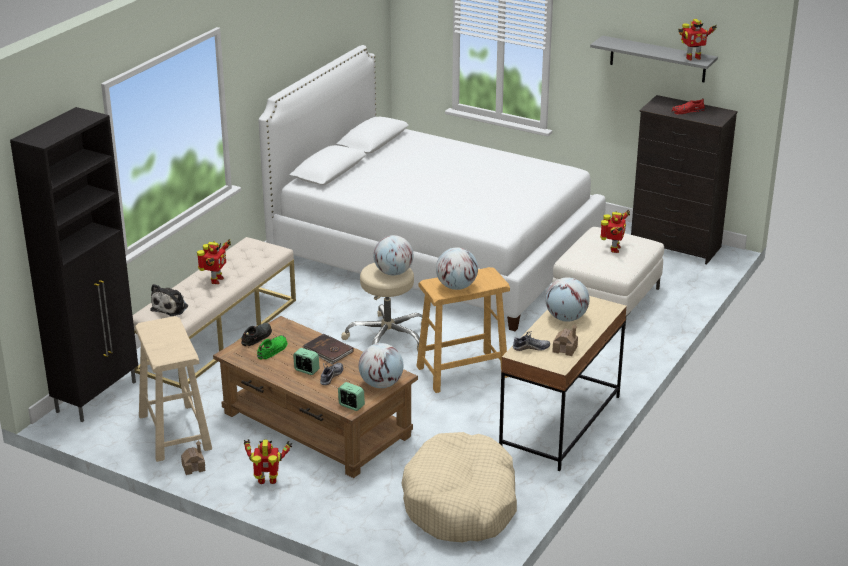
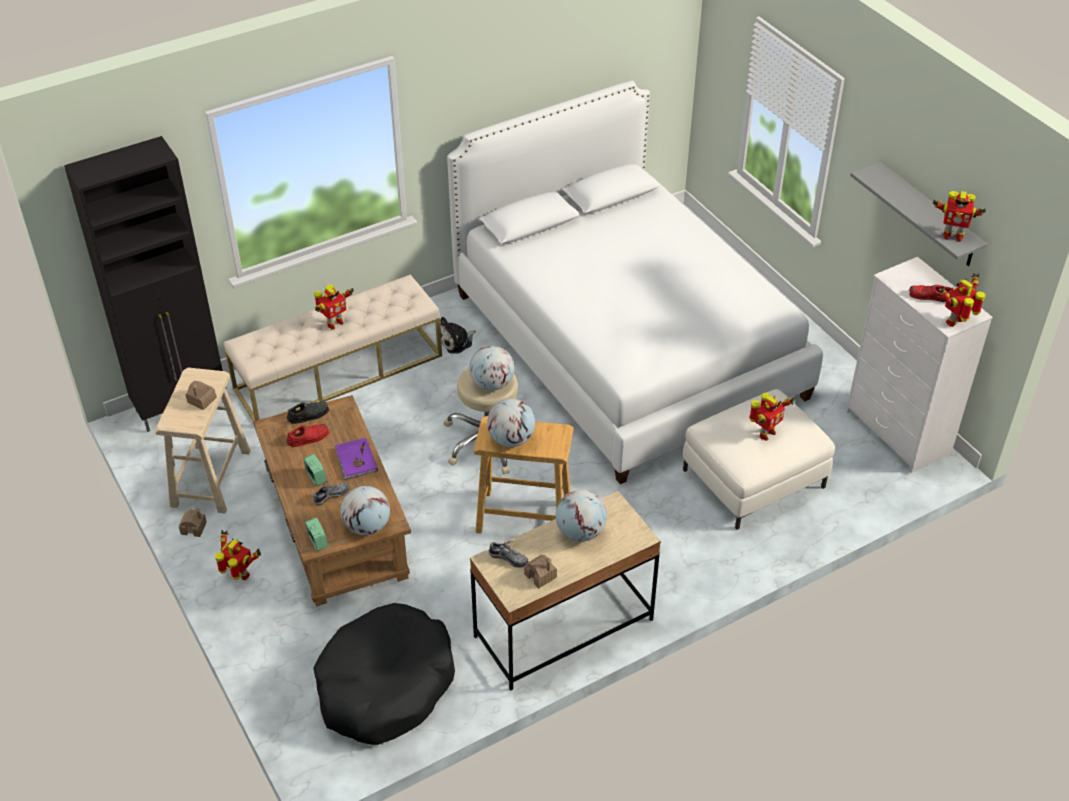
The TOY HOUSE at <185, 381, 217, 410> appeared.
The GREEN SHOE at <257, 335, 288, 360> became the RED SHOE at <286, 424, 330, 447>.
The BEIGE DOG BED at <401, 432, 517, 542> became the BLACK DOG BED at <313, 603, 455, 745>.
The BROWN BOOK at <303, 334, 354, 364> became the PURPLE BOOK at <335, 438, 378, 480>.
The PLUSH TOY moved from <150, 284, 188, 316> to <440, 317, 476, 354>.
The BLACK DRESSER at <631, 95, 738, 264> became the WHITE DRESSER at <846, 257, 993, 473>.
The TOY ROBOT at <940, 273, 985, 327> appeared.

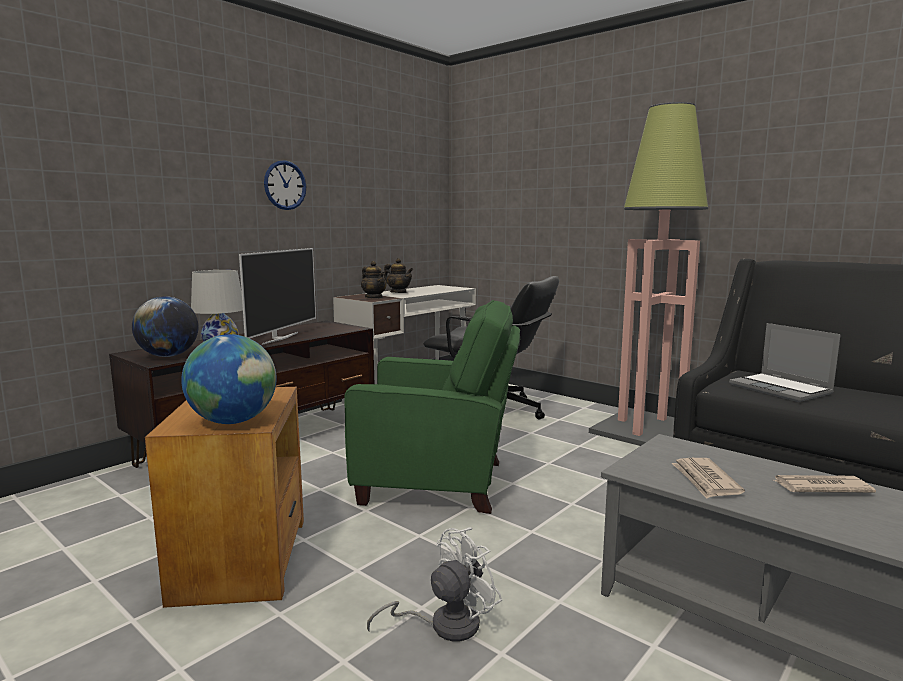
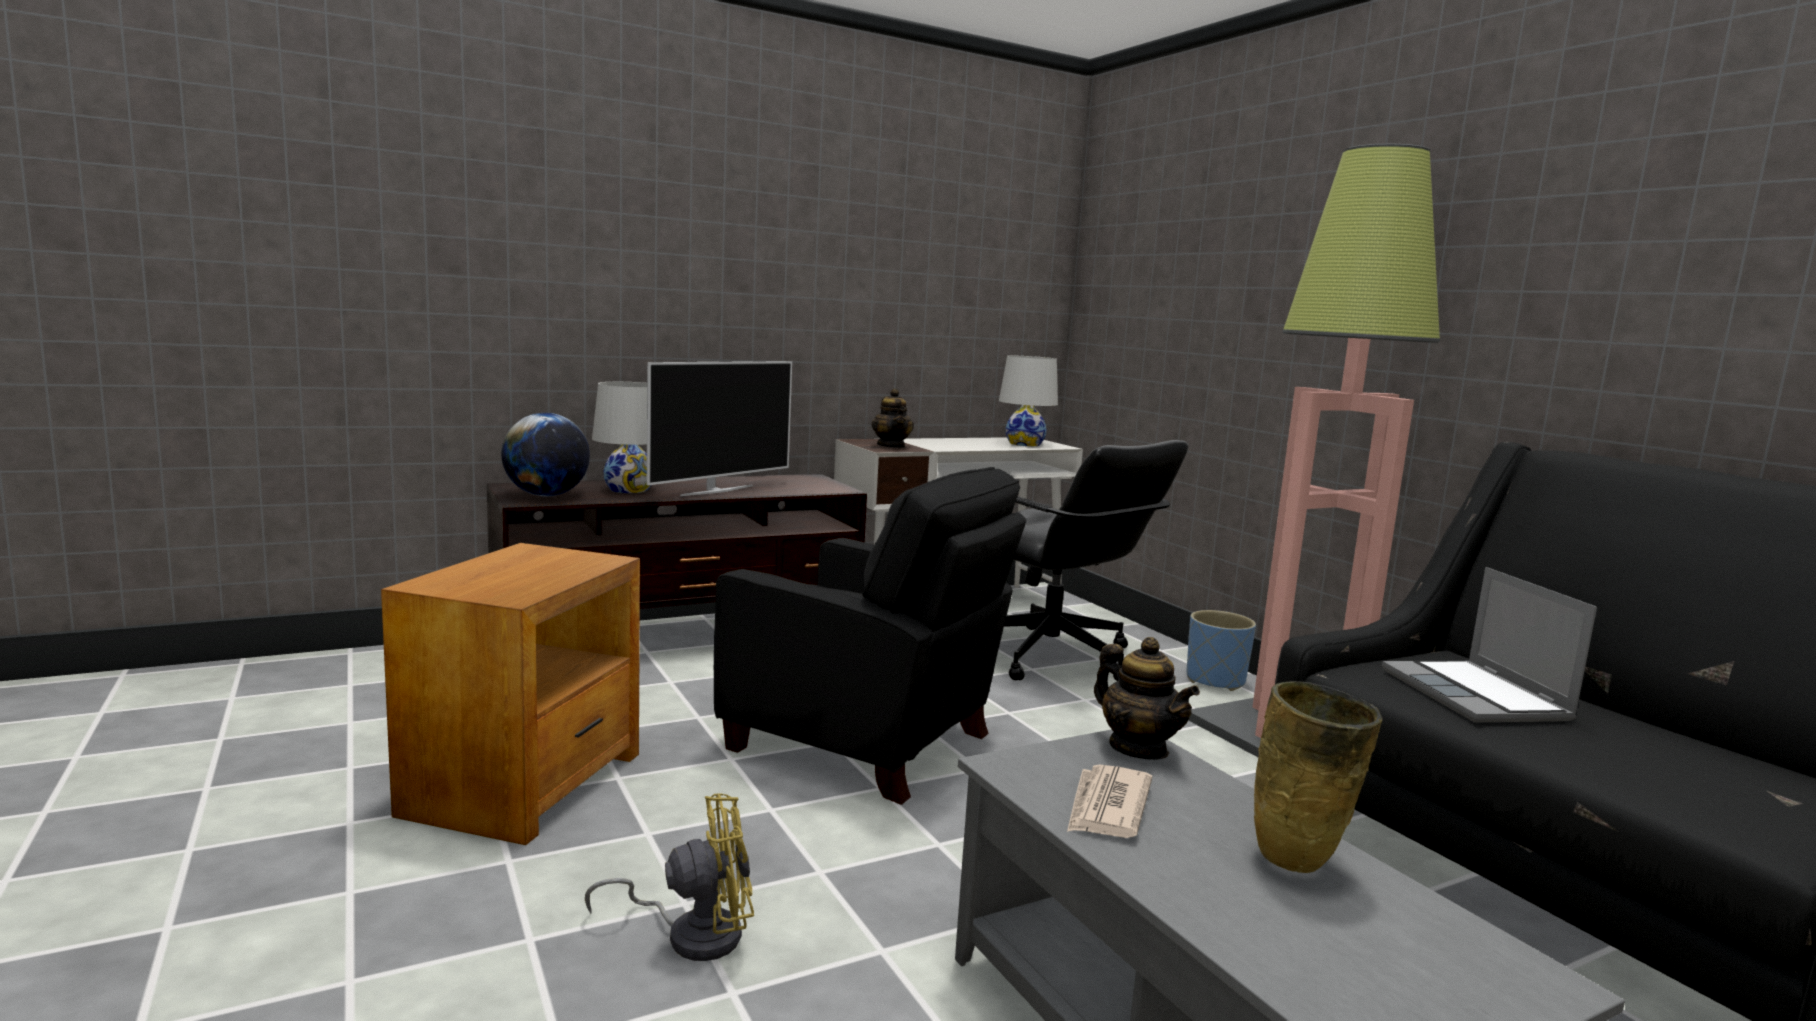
The WHITE FAN at <367, 527, 502, 641> became the YELLOW FAN at <585, 793, 754, 961>.
The GREEN ARMCHAIR at <344, 300, 520, 514> became the BLACK ARMCHAIR at <714, 467, 1026, 805>.
The WHITE TABLE LAMP at <999, 355, 1058, 446> appeared.
The TEAPOT moved from <384, 258, 413, 293> to <1094, 637, 1200, 760>.
The BLUE PLANTER at <1186, 610, 1256, 691> appeared.
The NEWSPAPER at <774, 475, 876, 493> was replaced by the BEIGE VASE at <1254, 681, 1383, 873>.
The GLOBE at <181, 334, 277, 424> disappeared.
The WALL CLOCK at <264, 160, 306, 210> disappeared.

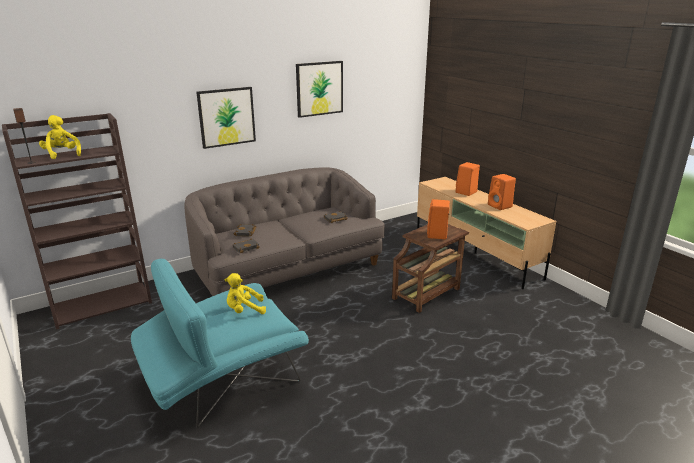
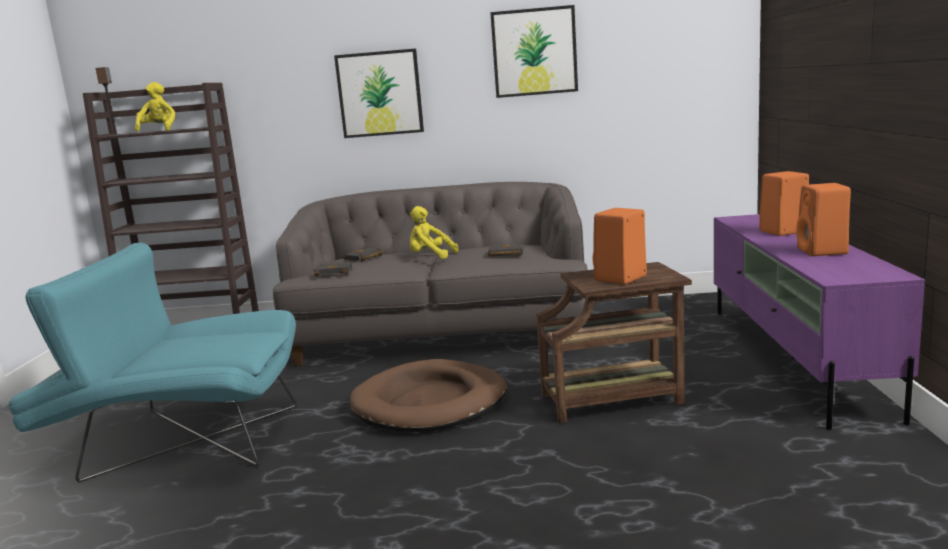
The BROWN DOG BED at <350, 359, 507, 432> appeared.
The YELLOW PLUSH TOY moved from <225, 273, 266, 314> to <410, 206, 458, 259>.
The BEIGE TV STAND at <417, 177, 556, 289> became the PURPLE TV STAND at <714, 214, 925, 430>.

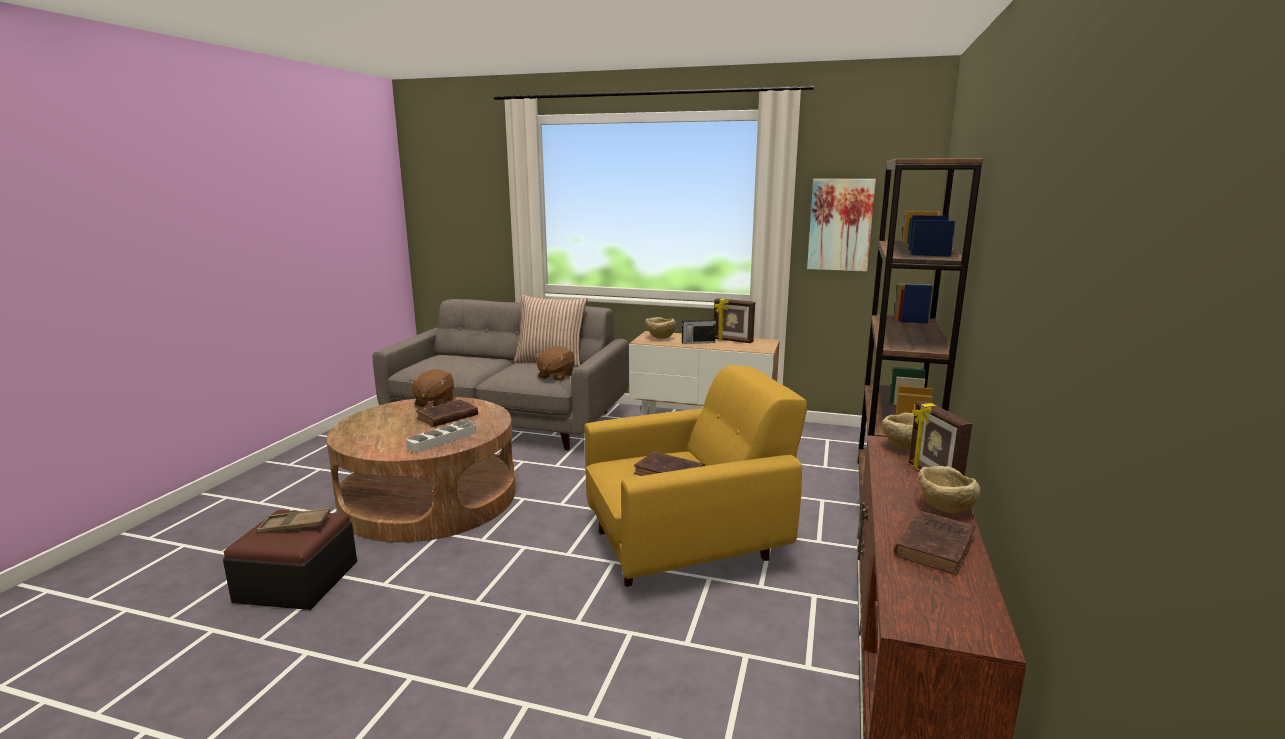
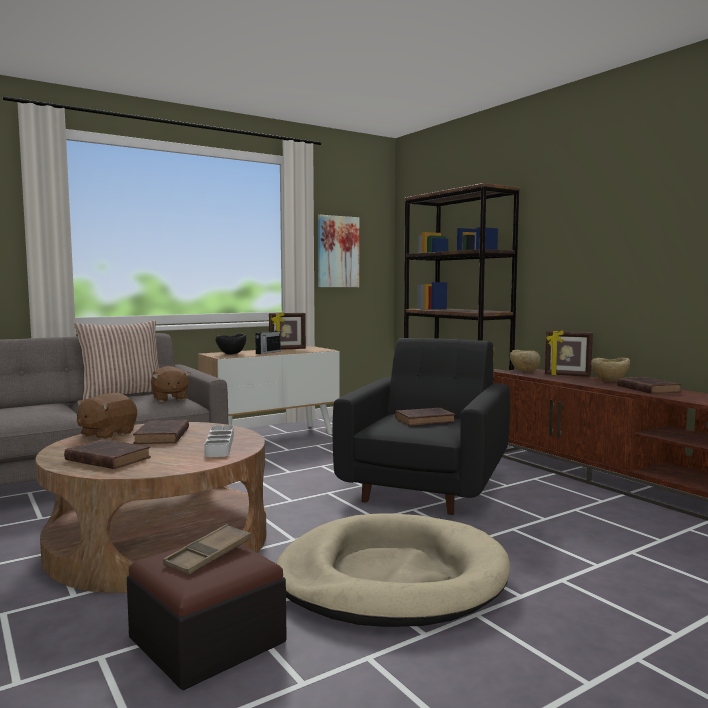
The BROWN BOOK at <64, 439, 151, 469> appeared.
The BROWN PLUSH TOY at <409, 369, 454, 407> turned 75 degrees clockwise.
The BEIGE BOWL at <645, 317, 676, 339> became the BLACK BOWL at <216, 334, 246, 355>.
The BEIGE DOG BED at <276, 513, 510, 627> appeared.
The YELLOW ARMCHAIR at <585, 365, 807, 587> became the BLACK ARMCHAIR at <332, 338, 510, 515>.

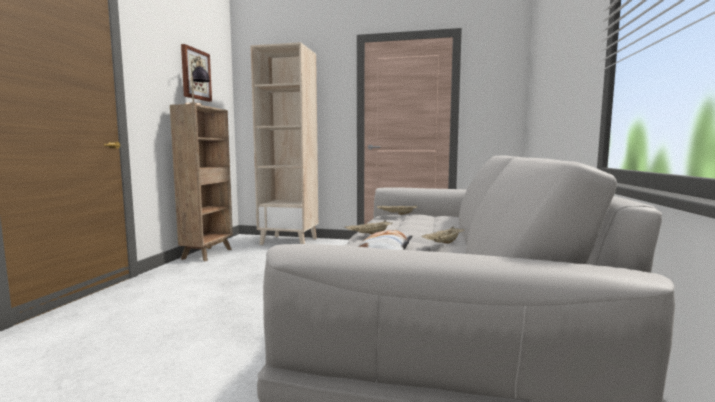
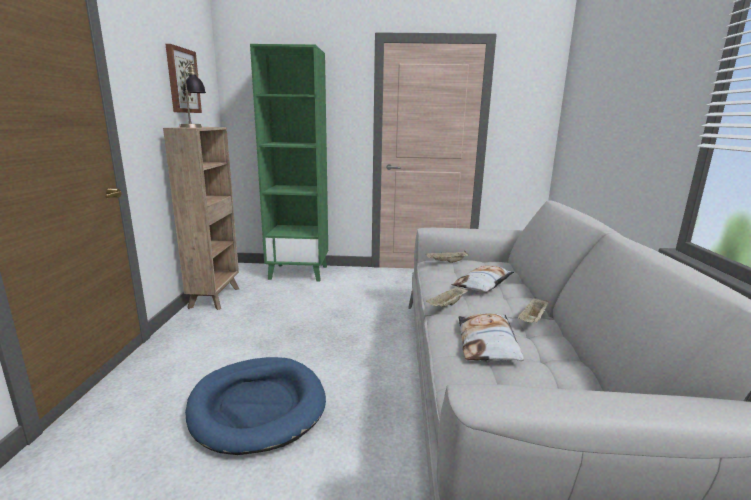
The BLUE DOG BED at <185, 357, 326, 455> appeared.
The BEIGE BOOKCASE at <250, 42, 318, 245> became the GREEN BOOKCASE at <250, 44, 328, 282>.
The PILLOW at <452, 265, 514, 292> appeared.

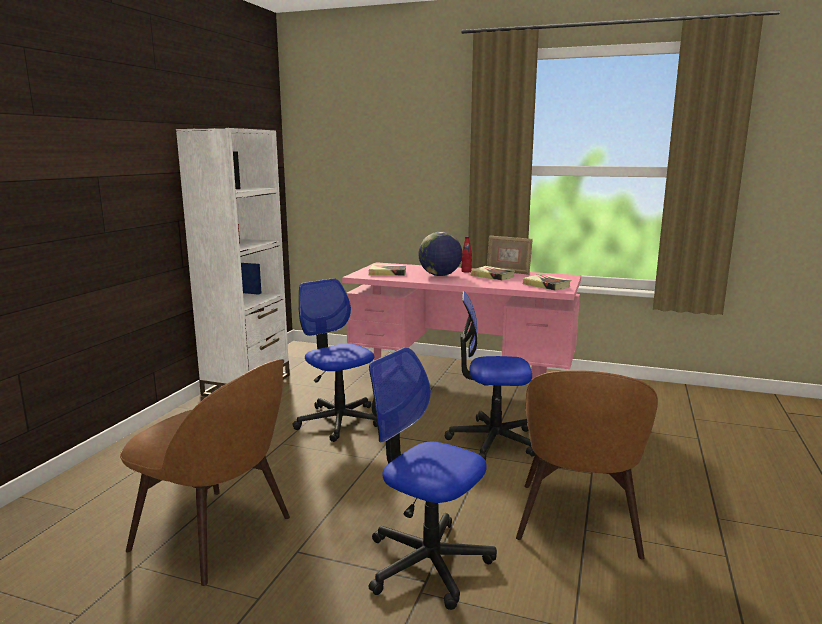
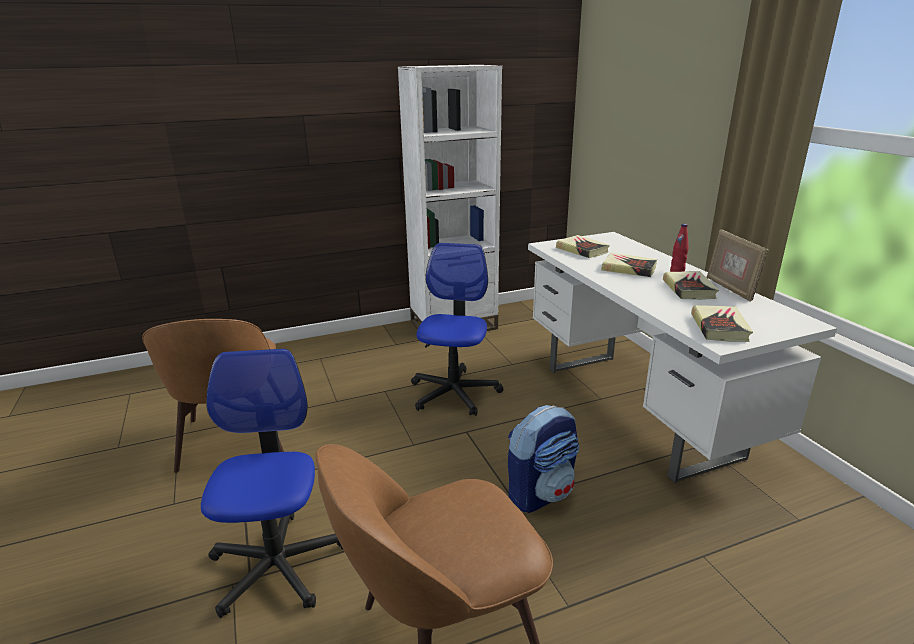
The OFFICE CHAIR at <445, 291, 535, 461> was replaced by the BACKPACK at <508, 405, 579, 513>.
The PINK DESK at <342, 262, 581, 379> became the WHITE DESK at <528, 232, 837, 483>.
The GLOBE at <418, 232, 462, 276> was replaced by the BOOK at <601, 253, 657, 277>.

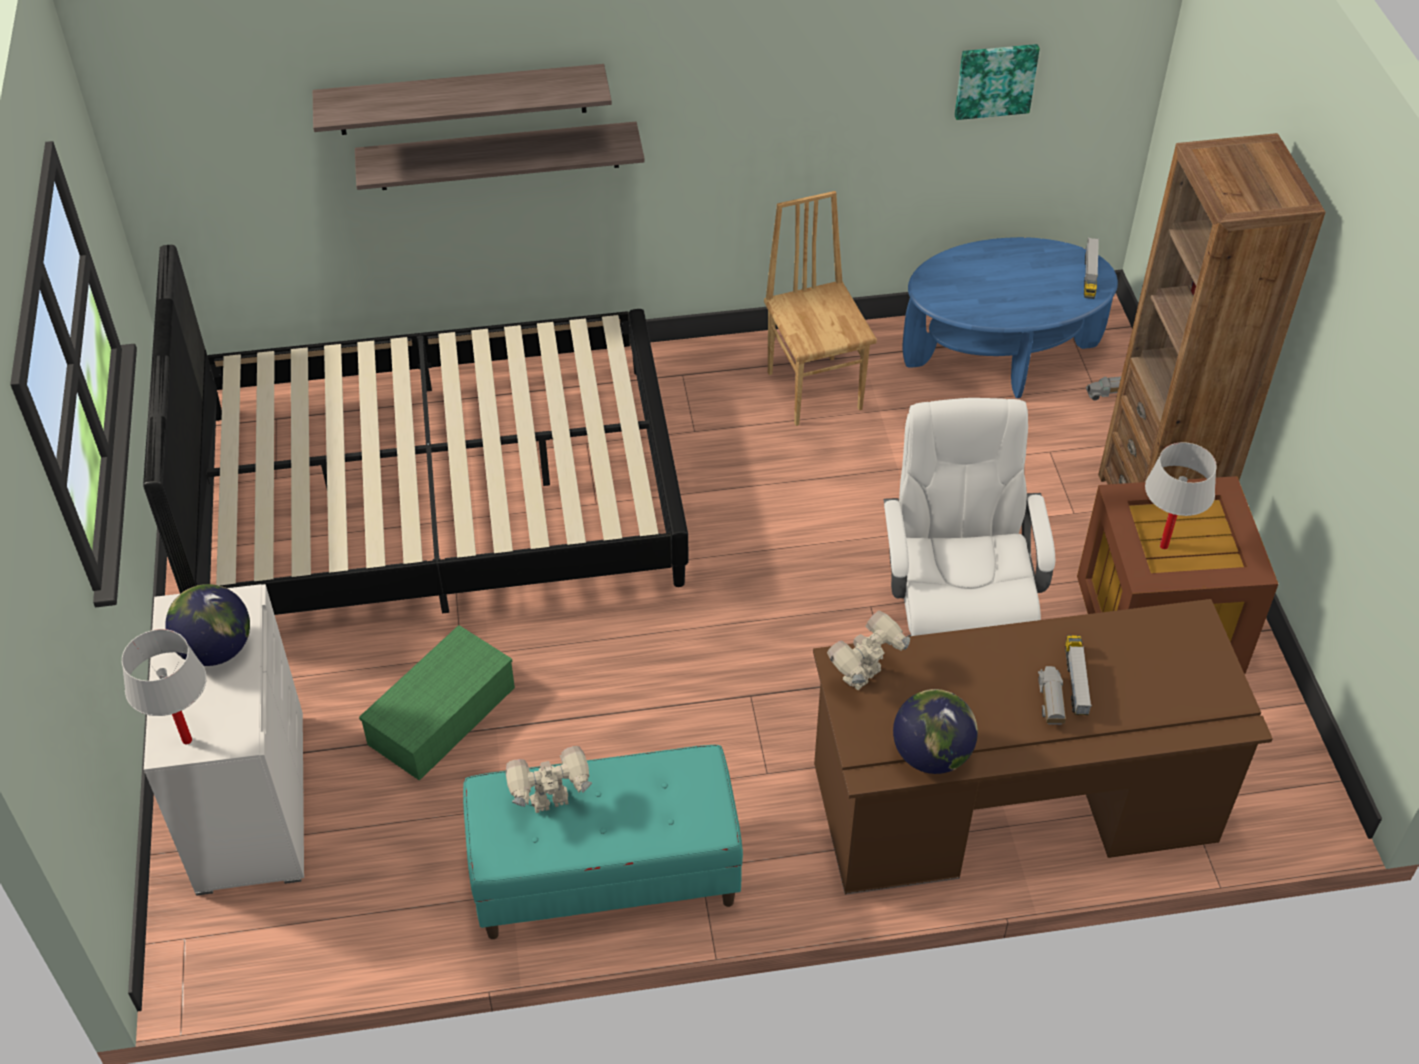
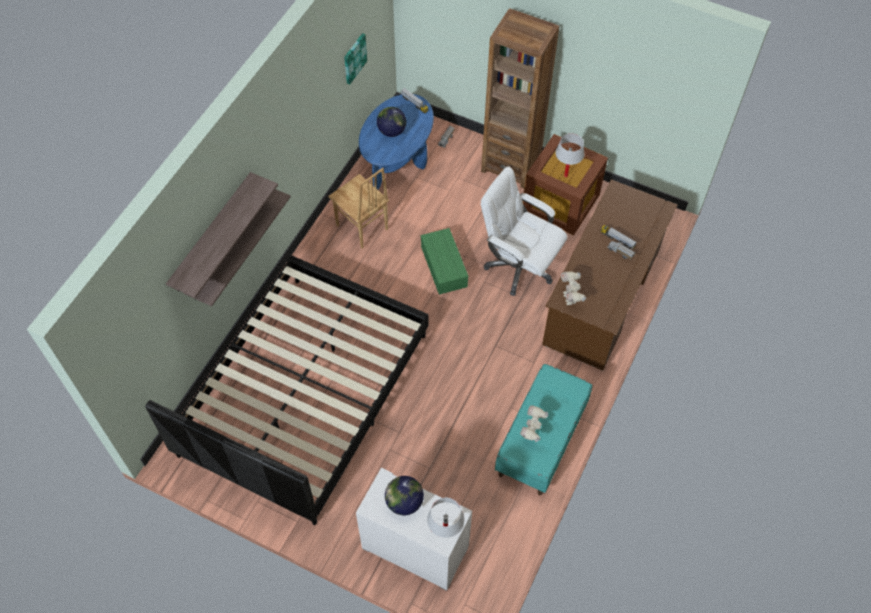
The BROWN CHAIR at <764, 191, 877, 426> turned 150 degrees counterclockwise.
The GLOBE moved from <893, 689, 978, 774> to <377, 107, 406, 137>.
The GREEN STORAGE BOX moved from <359, 625, 515, 781> to <420, 228, 469, 295>.

